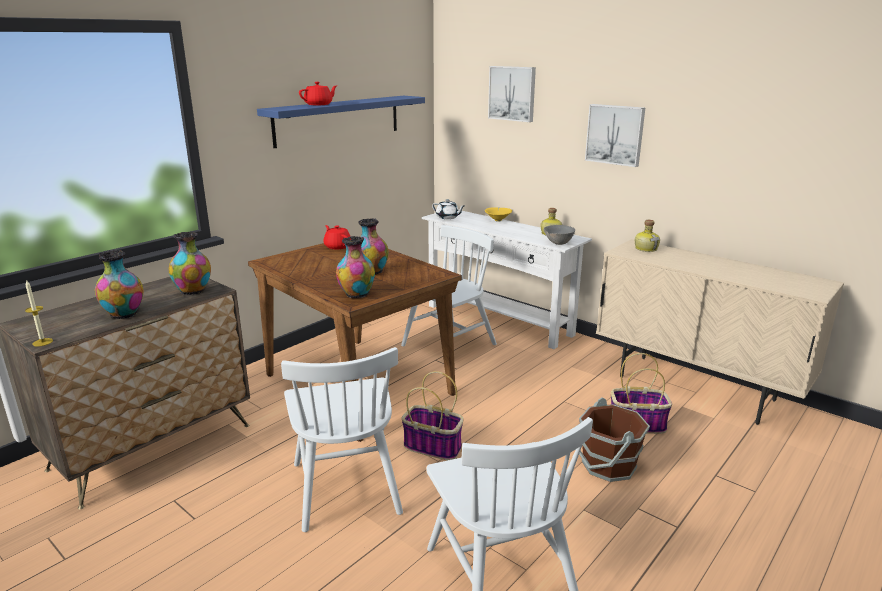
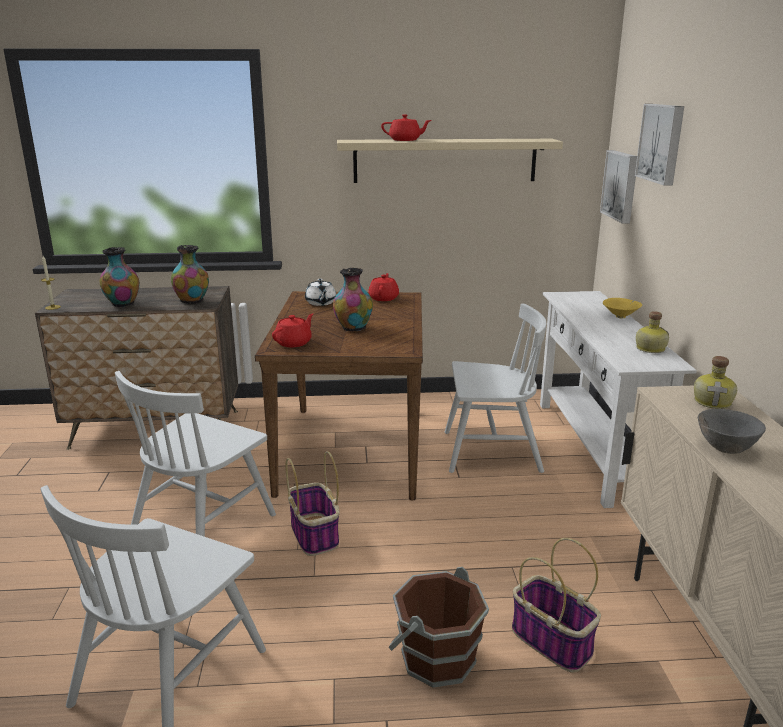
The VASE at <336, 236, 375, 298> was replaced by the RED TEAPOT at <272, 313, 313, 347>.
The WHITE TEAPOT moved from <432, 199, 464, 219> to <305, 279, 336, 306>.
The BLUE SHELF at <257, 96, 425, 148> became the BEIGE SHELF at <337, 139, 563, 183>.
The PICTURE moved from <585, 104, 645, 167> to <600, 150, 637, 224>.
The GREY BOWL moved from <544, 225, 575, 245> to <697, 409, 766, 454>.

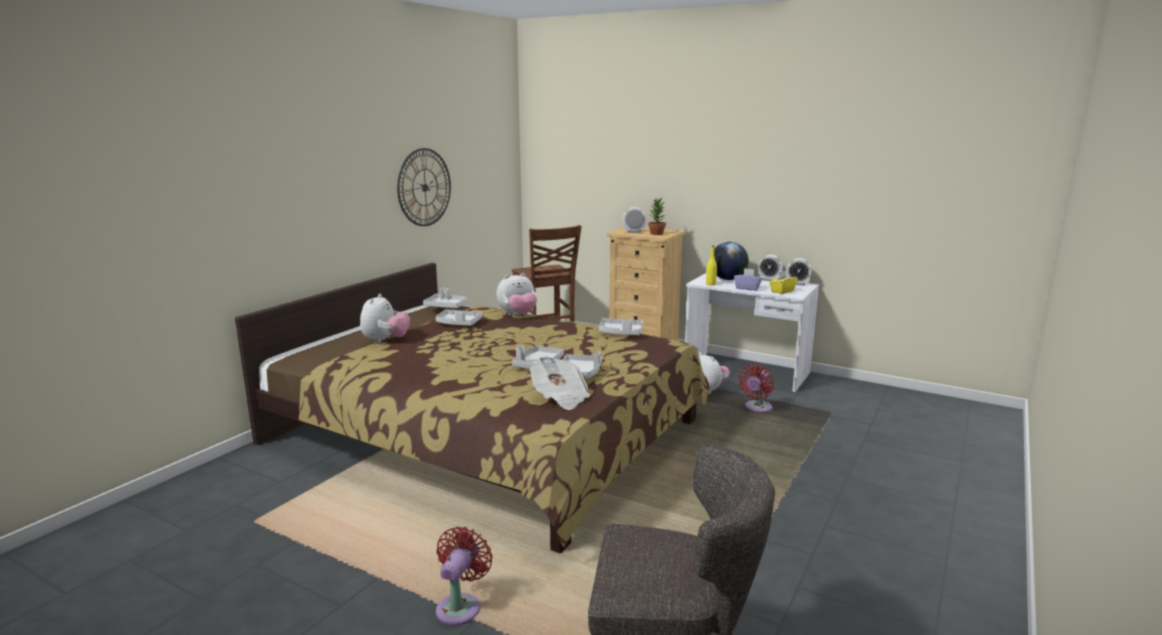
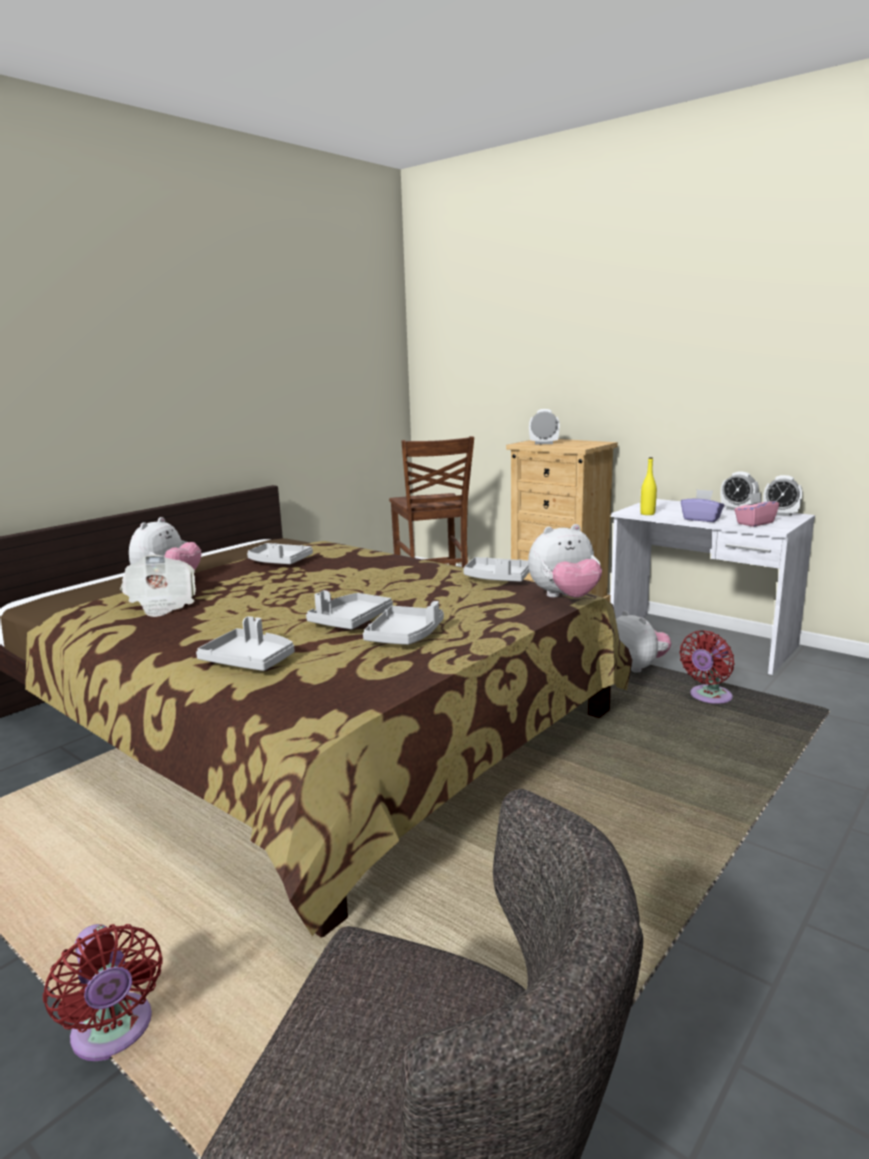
The RED FAN at <436, 527, 492, 626> turned 120 degrees clockwise.
The NEWSPAPER moved from <530, 356, 591, 410> to <120, 555, 196, 617>.
The GREY TRAY moved from <423, 288, 467, 308> to <196, 616, 294, 671>.
The PLUSH TOY moved from <496, 273, 537, 315> to <528, 524, 602, 598>.
The YELLOW TISSUE BOX at <769, 271, 797, 294> became the PINK TISSUE BOX at <734, 492, 779, 527>.
The WALL CLOCK at <397, 148, 451, 226> disappeared.
The POTTED PLANT at <648, 198, 666, 235> disappeared.
The GLOBE at <710, 242, 749, 280> disappeared.

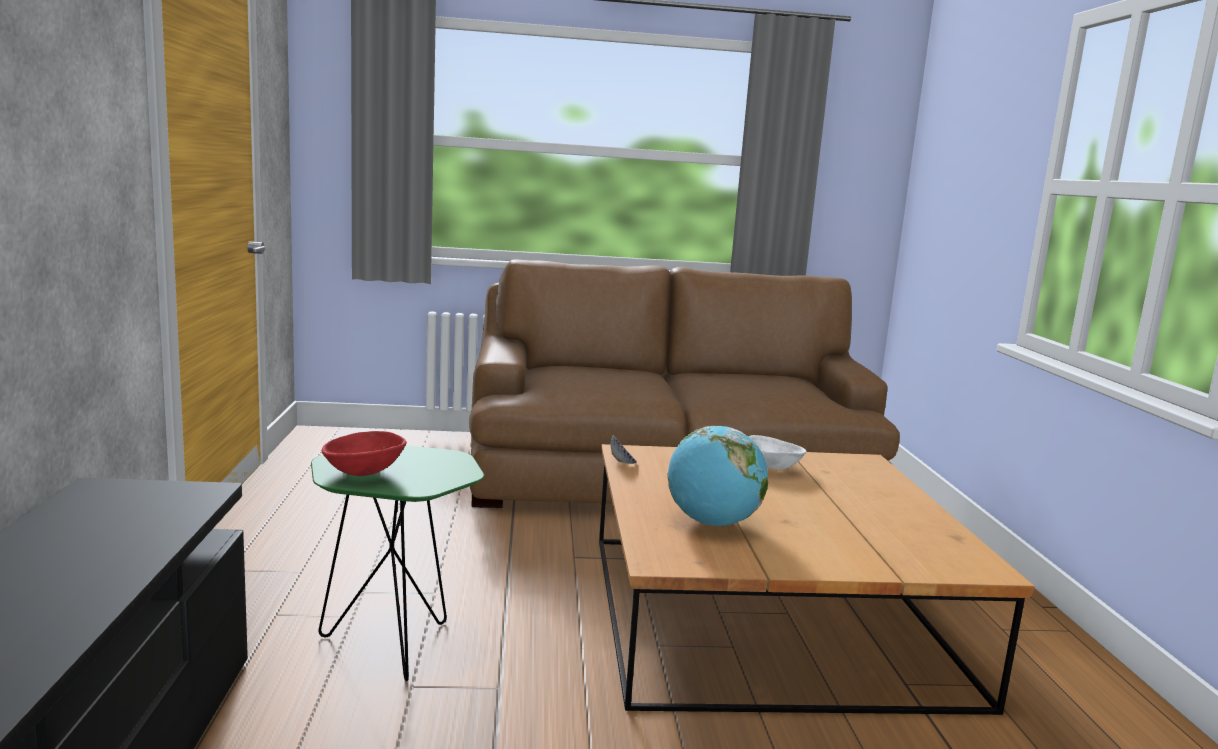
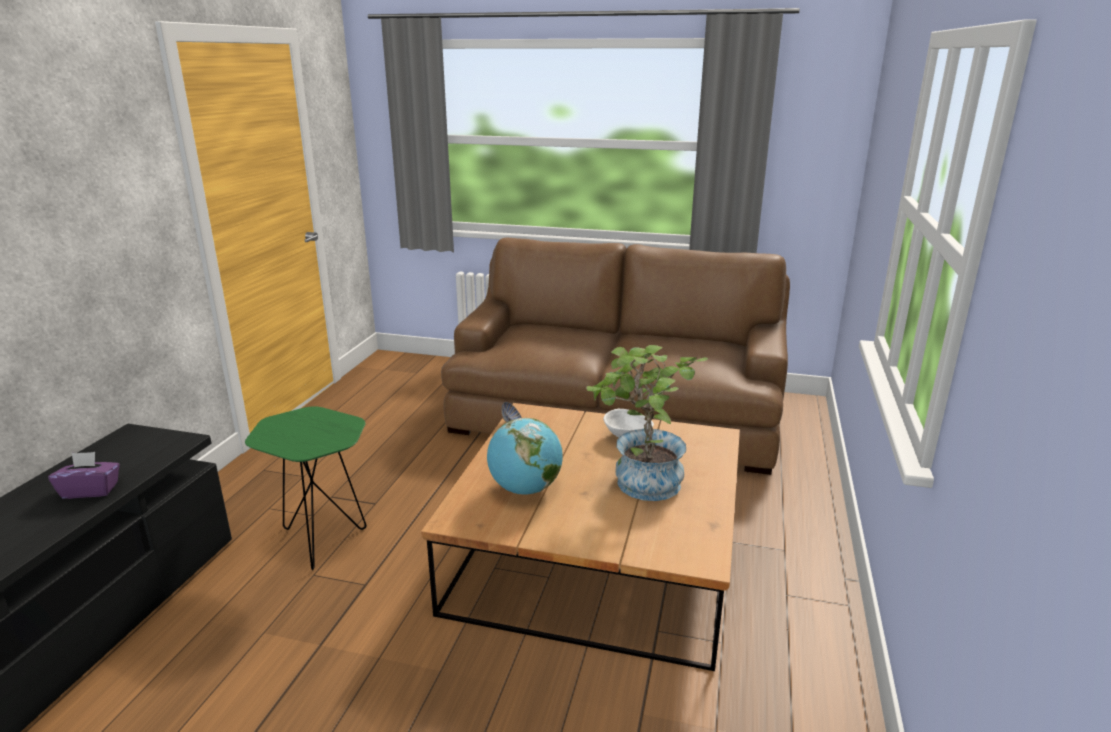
The PURPLE TISSUE BOX at <48, 452, 120, 499> appeared.
The POTTED PLANT at <586, 345, 708, 501> appeared.
The RED BOWL at <322, 431, 407, 476> disappeared.

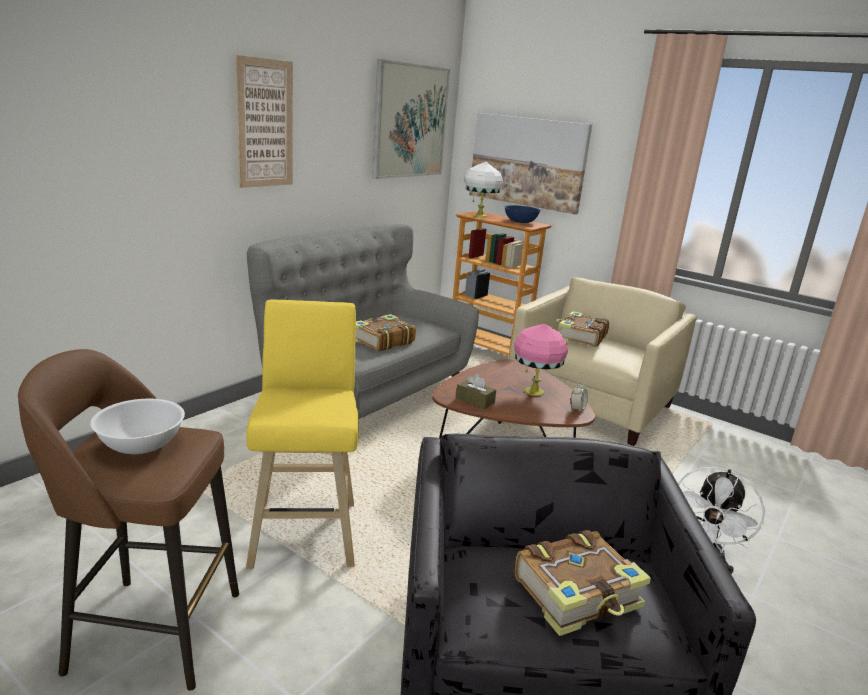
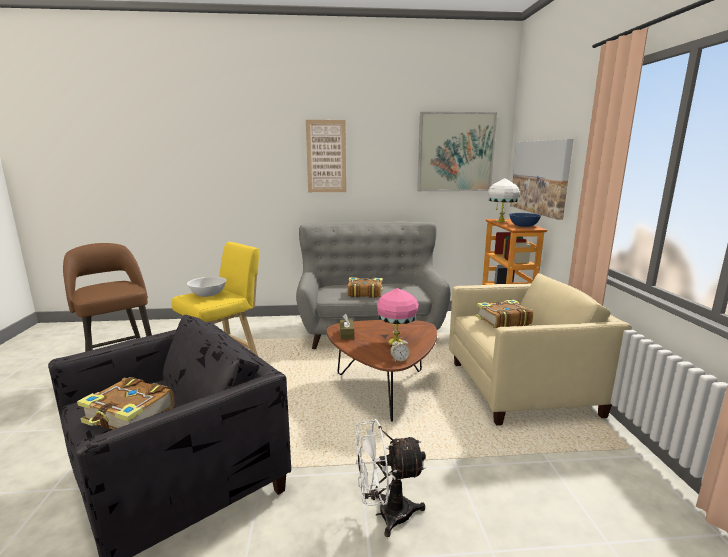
The WHITE BOWL moved from <90, 399, 185, 454> to <187, 277, 227, 297>.

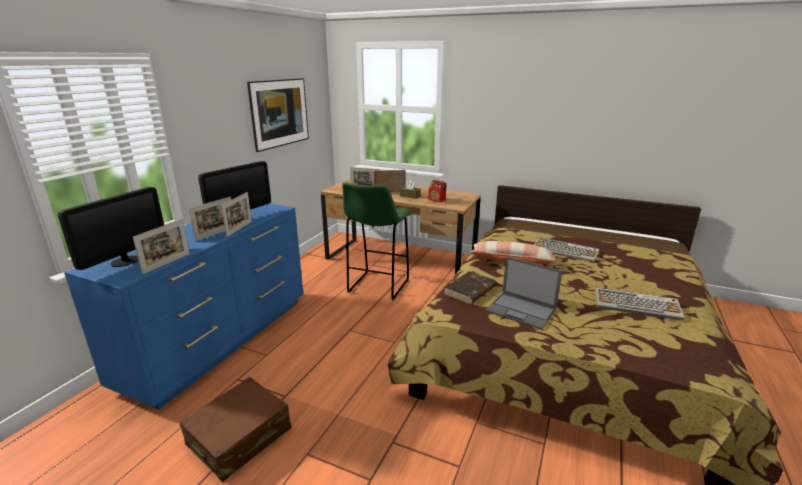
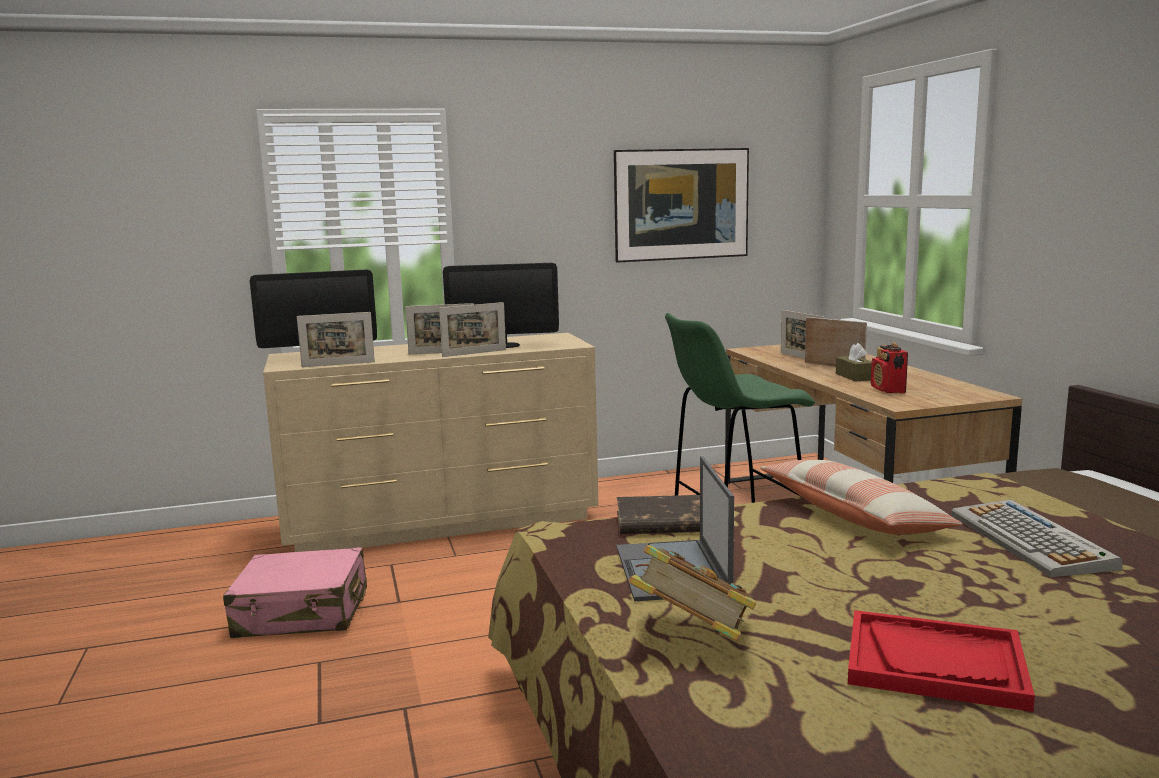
The BROWN SUITCASE at <179, 377, 292, 482> became the PINK SUITCASE at <223, 547, 367, 638>.
The BLUE DRESSER at <64, 204, 303, 410> became the BEIGE DRESSER at <263, 333, 598, 552>.
The BOOK at <628, 545, 756, 641> appeared.
The KEYBOARD at <595, 288, 685, 321> was replaced by the RED TRAY at <848, 610, 1035, 712>.

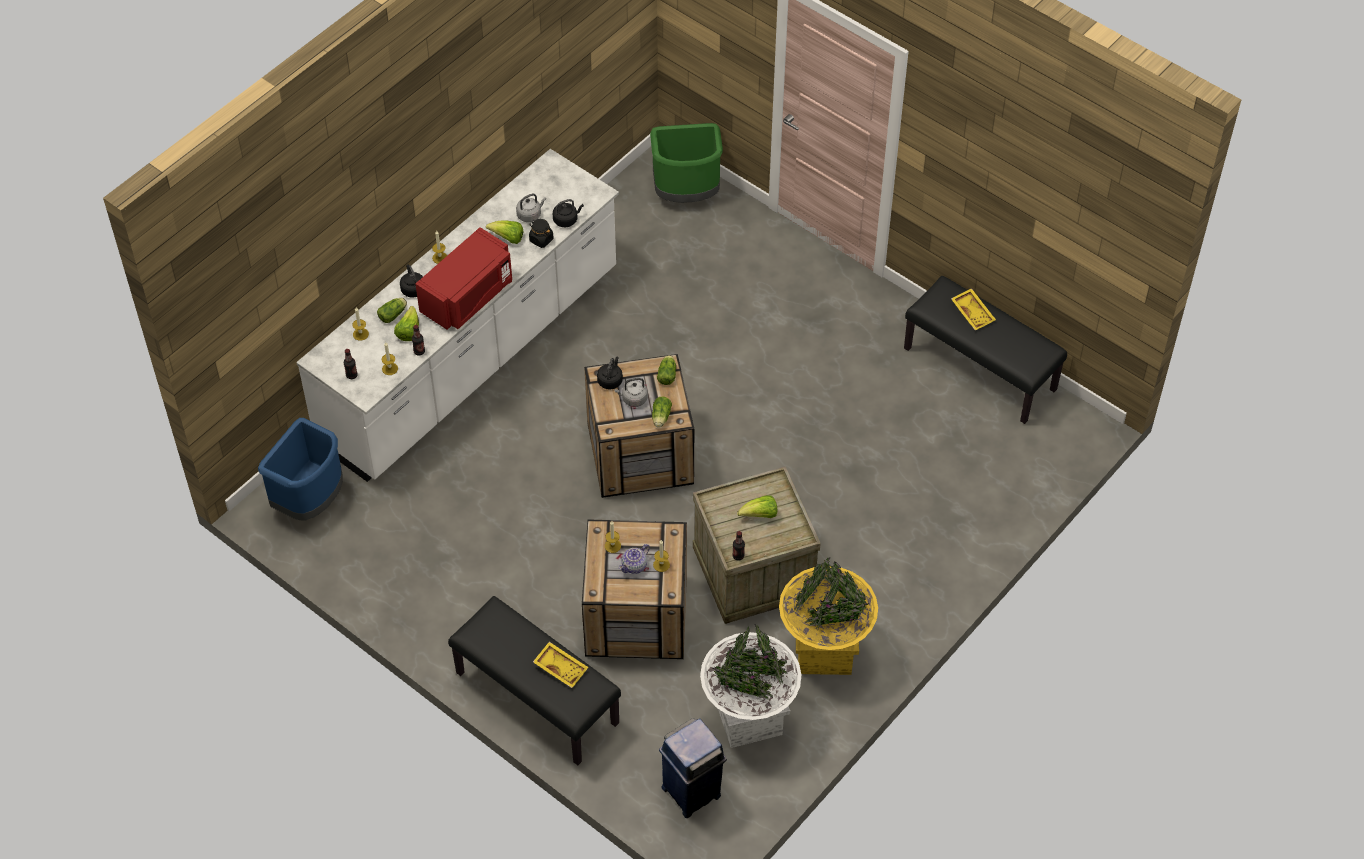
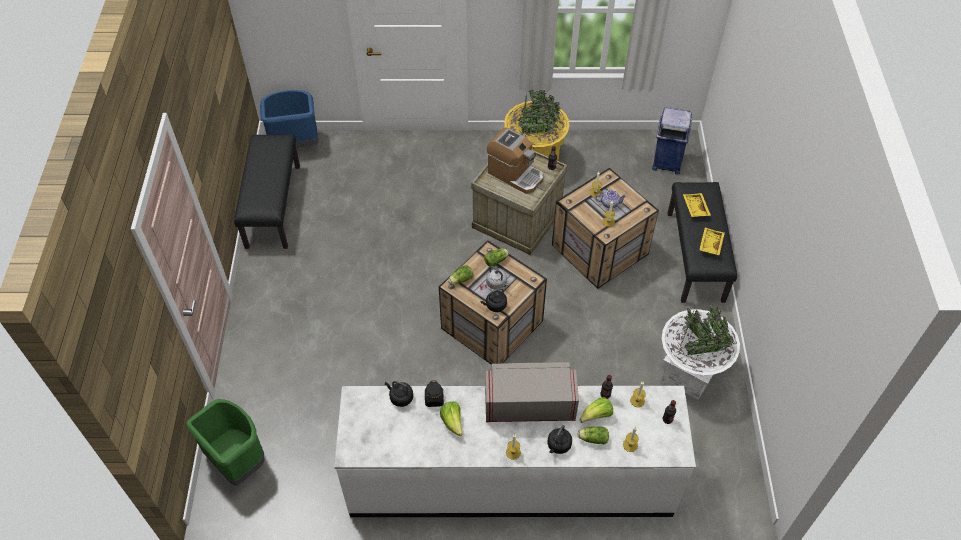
The BLUE TRASH CAN moved from <258, 418, 343, 521> to <260, 90, 319, 148>.
The RED MICROWAVE at <416, 227, 512, 330> became the GREY MICROWAVE at <485, 362, 579, 422>.
The LETTUCE at <737, 495, 777, 518> was replaced by the COFFEE MACHINE at <487, 128, 543, 194>.
The WHITE PLANTER moved from <700, 625, 801, 748> to <662, 304, 740, 400>.
The YELLOW TRAY moved from <951, 288, 996, 330> to <699, 228, 725, 256>.
The GREY KETTLE at <516, 193, 546, 222> disappeared.

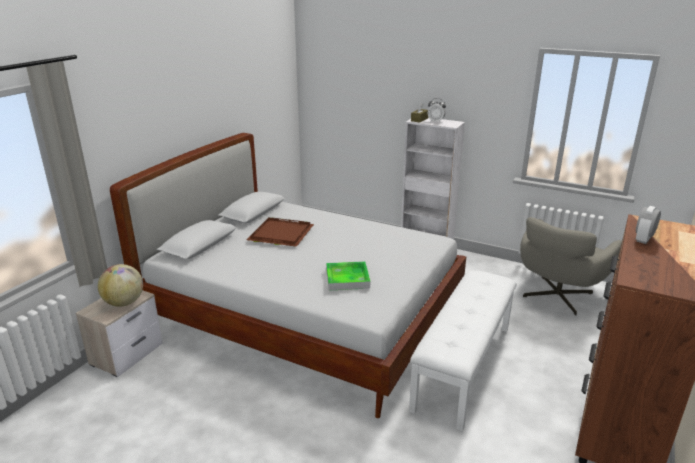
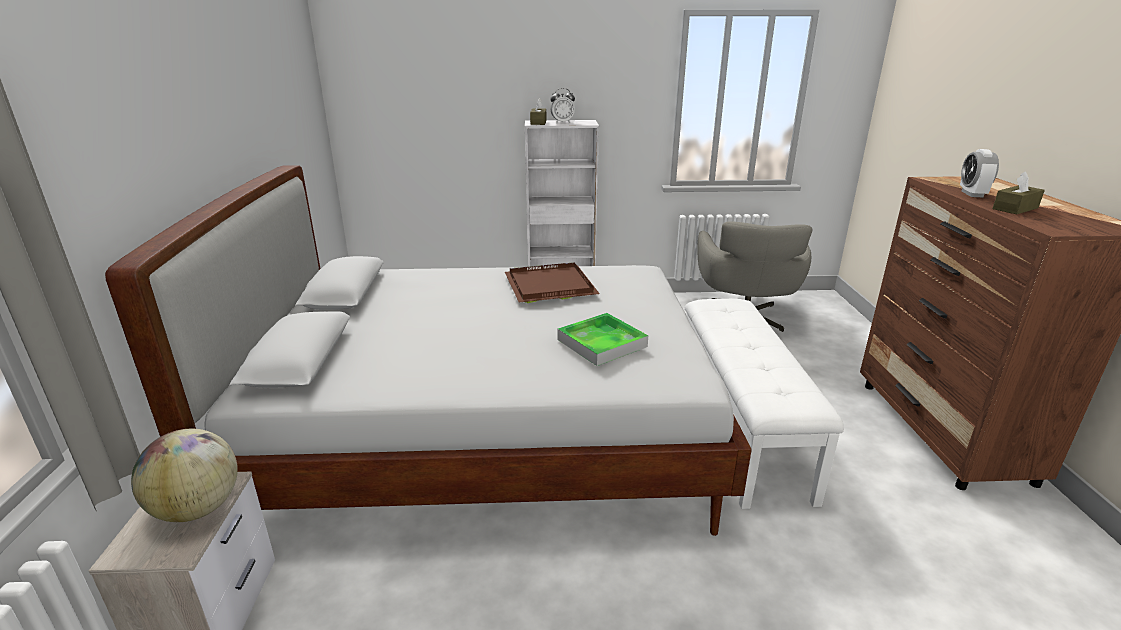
The BROWN TRAY moved from <247, 217, 314, 247> to <505, 262, 600, 303>.
The BROWN TISSUE BOX at <992, 171, 1045, 214> appeared.

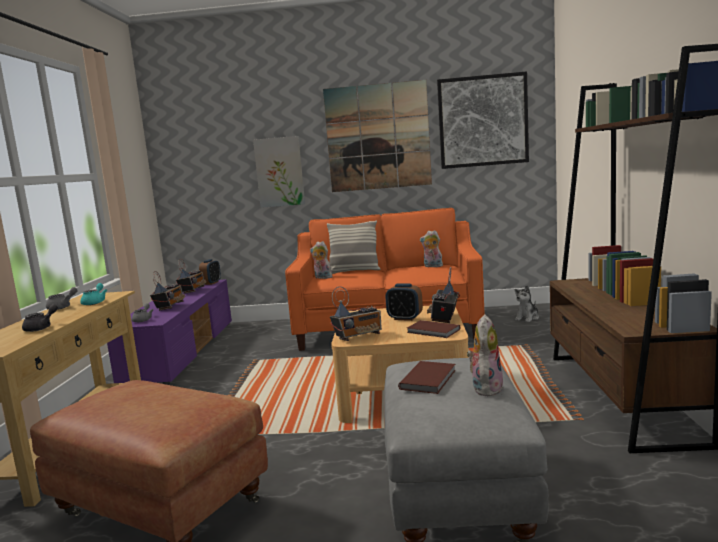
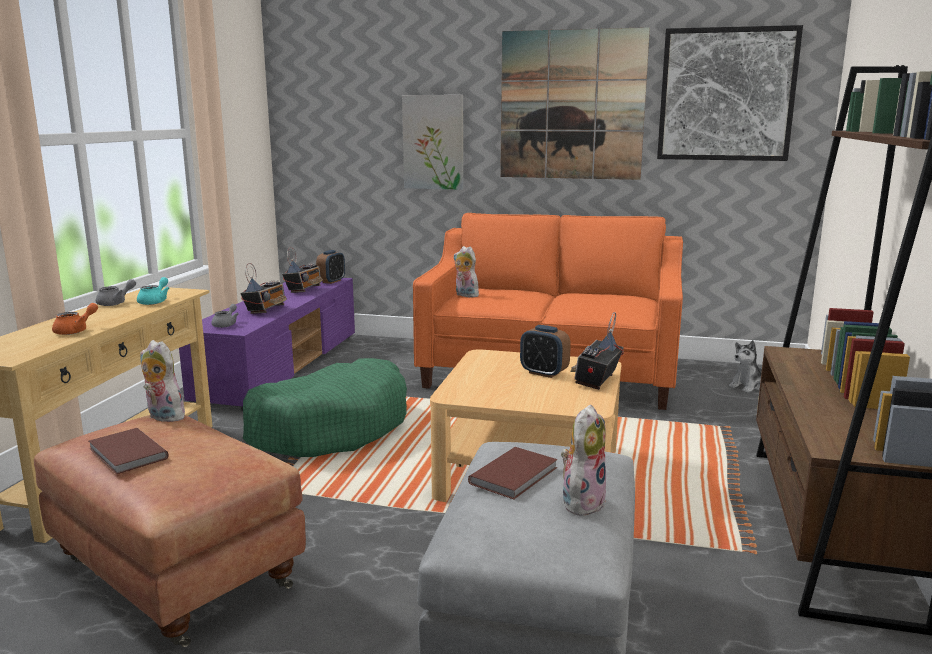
The GREY TEAPOT at <22, 304, 58, 332> became the ORANGE TEAPOT at <52, 303, 98, 335>.
The BROWN BOOK moved from <407, 320, 460, 338> to <89, 428, 169, 474>.
The PLUSH TOY moved from <420, 230, 444, 267> to <140, 340, 185, 422>.
The GREEN DOG BED at <243, 358, 407, 457> appeared.
The PILLOW at <327, 220, 380, 274> disappeared.
The RADIO at <330, 286, 382, 341> disappeared.

